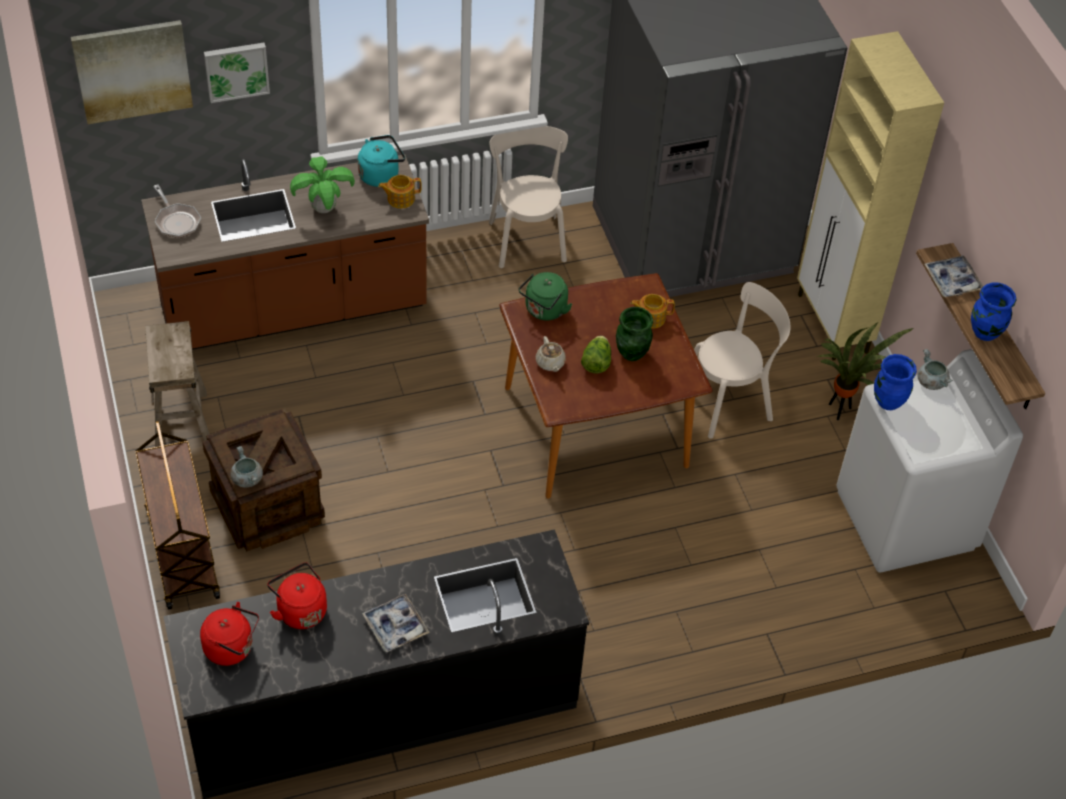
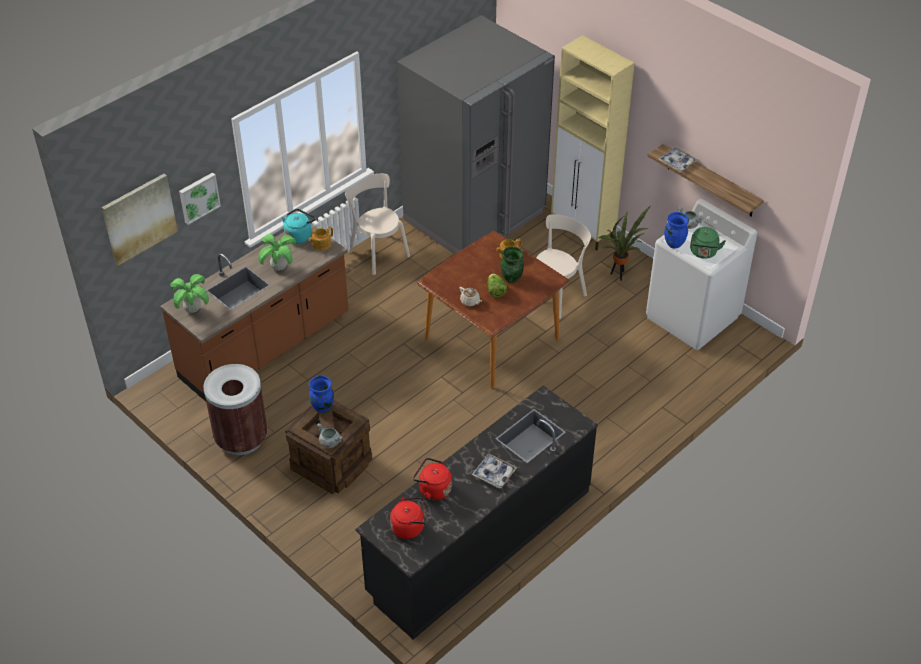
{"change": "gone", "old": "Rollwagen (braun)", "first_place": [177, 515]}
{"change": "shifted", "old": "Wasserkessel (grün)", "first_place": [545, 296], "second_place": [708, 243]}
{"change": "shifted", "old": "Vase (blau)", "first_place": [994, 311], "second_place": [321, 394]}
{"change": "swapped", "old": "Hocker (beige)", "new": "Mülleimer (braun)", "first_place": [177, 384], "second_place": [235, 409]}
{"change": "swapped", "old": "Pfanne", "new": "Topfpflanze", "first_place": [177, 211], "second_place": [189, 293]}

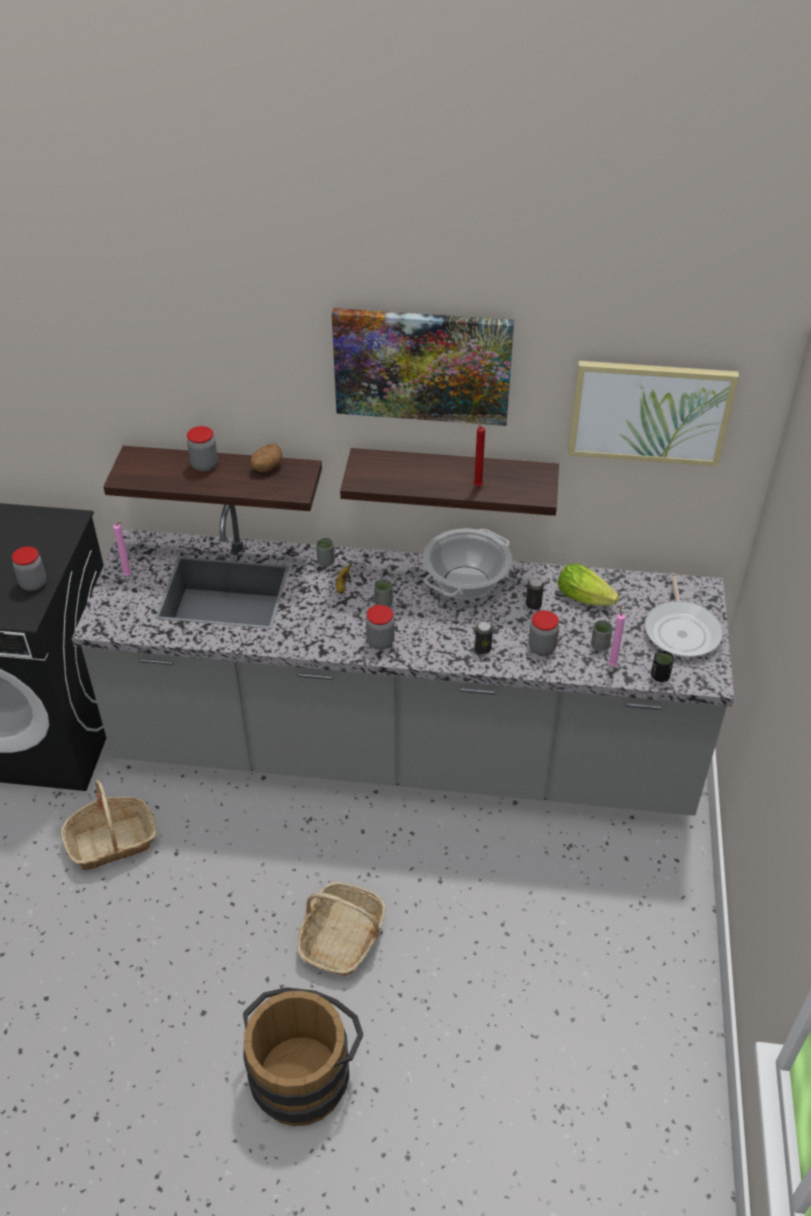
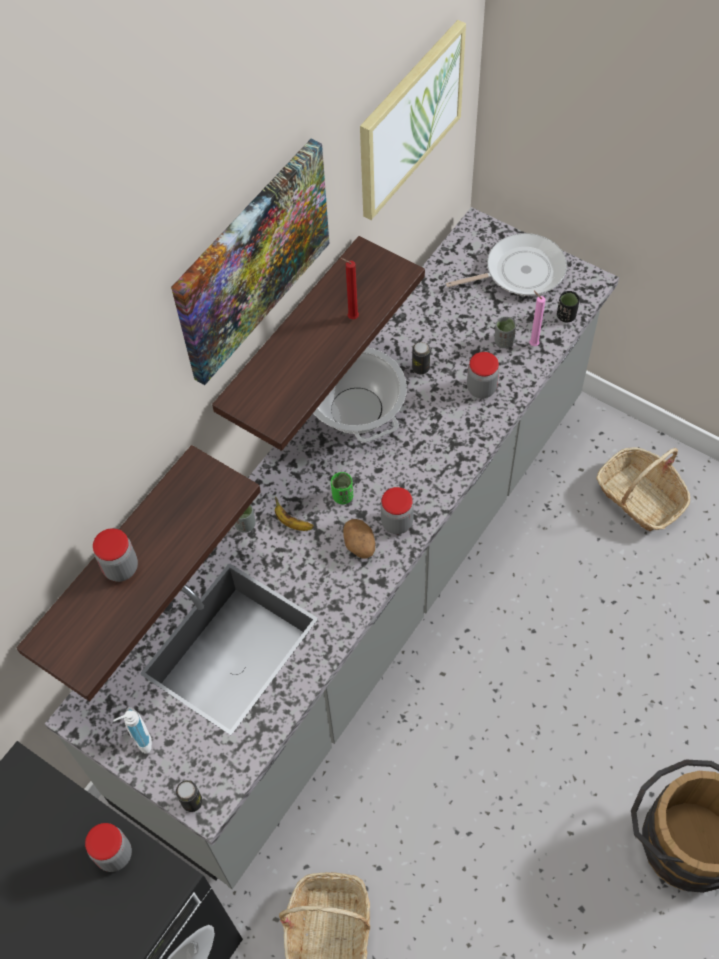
{"change": "gone", "old": "Salatkopf", "first_place": [588, 584]}
{"change": "shifted", "old": "Kartoffel", "first_place": [266, 457], "second_place": [359, 539]}
{"change": "shifted", "old": "Korb", "first_place": [342, 929], "second_place": [643, 489]}
{"change": "shifted", "old": "Dose", "first_place": [484, 638], "second_place": [189, 796]}
{"change": "swapped", "old": "Kerze (rosa)", "new": "Seifenspender", "first_place": [122, 549], "second_place": [132, 730]}
{"change": "repainted", "old": "Tasse (grau)", "new": "Tasse (grün)", "first_place": [383, 593], "second_place": [342, 488]}
{"change": "rotated", "old": "Pfanne", "first_place": [684, 615], "second_place": [506, 264], "degrees": -45}

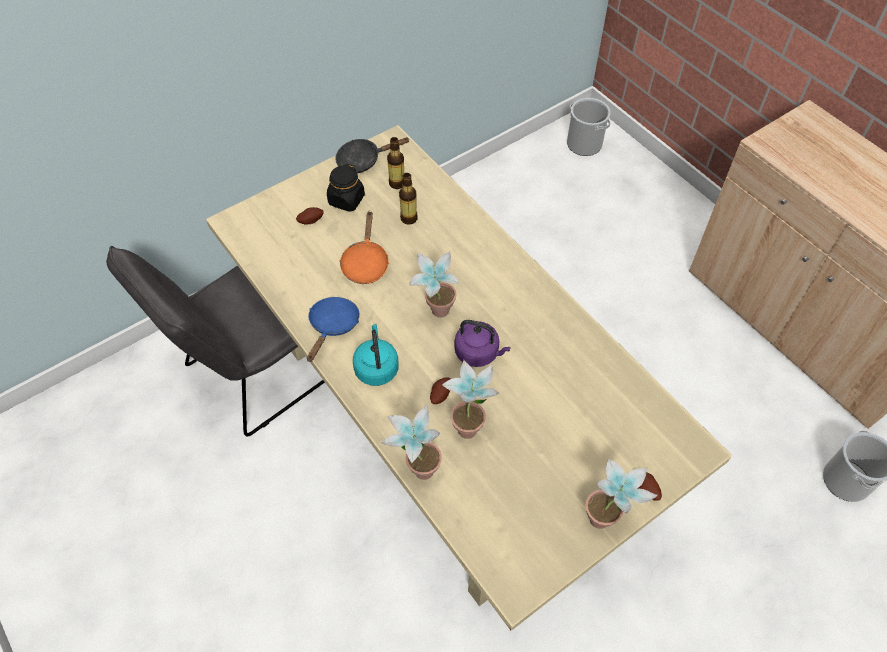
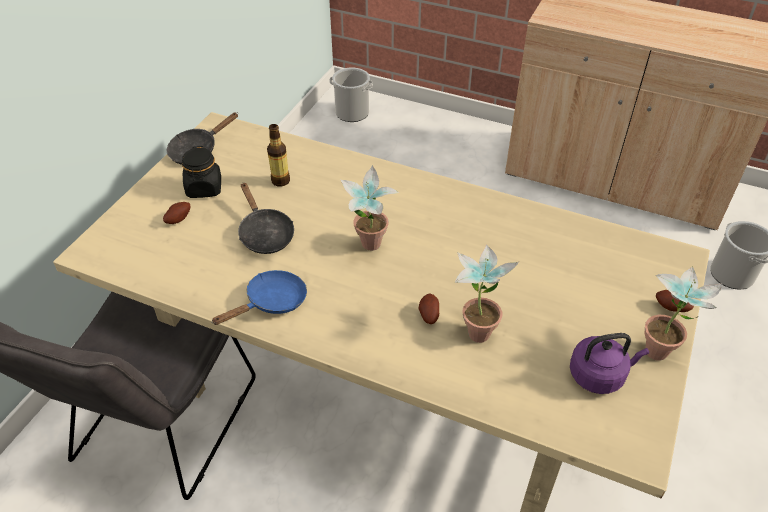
{"change": "gone", "old": "Wasserkessel (türkis)", "first_place": [376, 355]}
{"change": "gone", "old": "Topfpflanze", "first_place": [411, 442]}
{"change": "gone", "old": "Flasche", "first_place": [395, 163]}
{"change": "shifted", "old": "Wasserkessel (lila)", "first_place": [482, 343], "second_place": [609, 363]}
{"change": "repainted", "old": "Pfanne (orange)", "new": "Pfanne (schwarz)", "first_place": [364, 247], "second_place": [266, 218]}
{"change": "rotated", "old": "Pfanne (blau)", "first_place": [333, 329], "second_place": [259, 297], "degrees": 60}

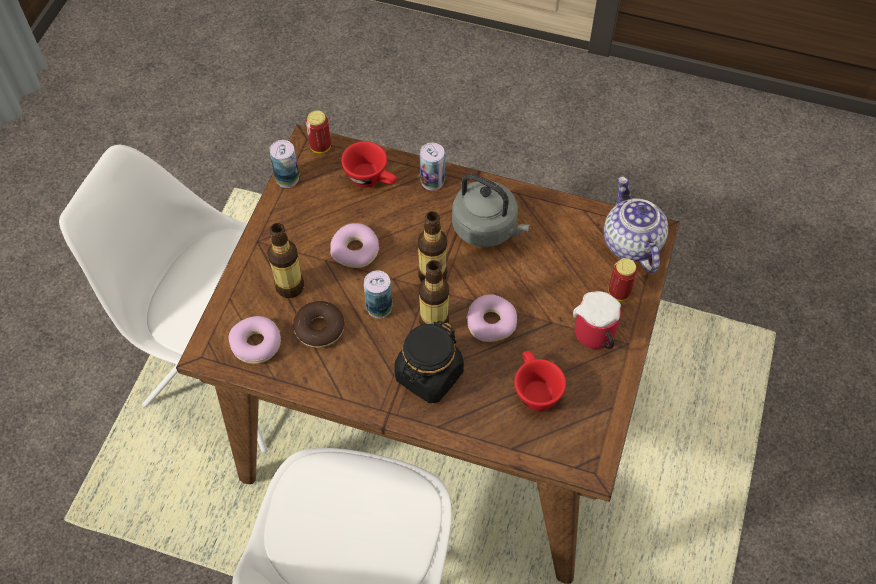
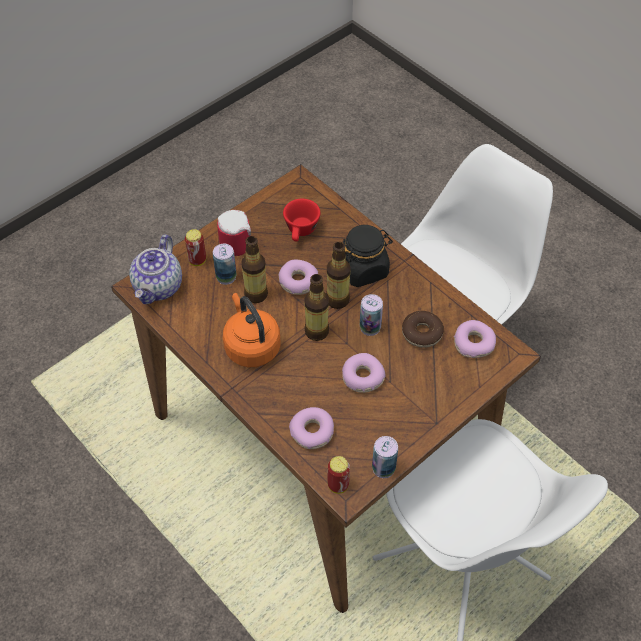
{"change": "shifted", "old": "Flasche", "first_place": [285, 260], "second_place": [254, 269]}
{"change": "shifted", "old": "Dose", "first_place": [432, 167], "second_place": [224, 264]}
{"change": "swapped", "old": "Tasse (rot)", "new": "Donut", "first_place": [369, 164], "second_place": [311, 428]}
{"change": "repainted", "old": "Wasserkessel (grau)", "new": "Wasserkessel (orange)", "first_place": [491, 210], "second_place": [251, 330]}

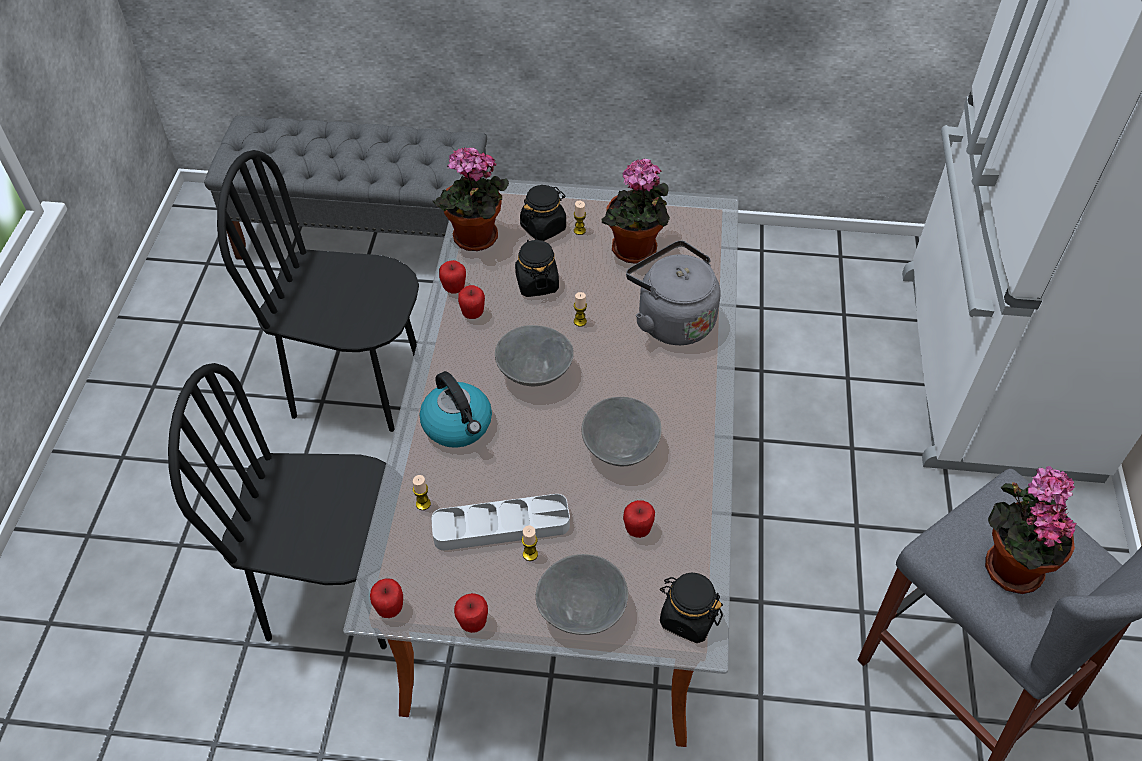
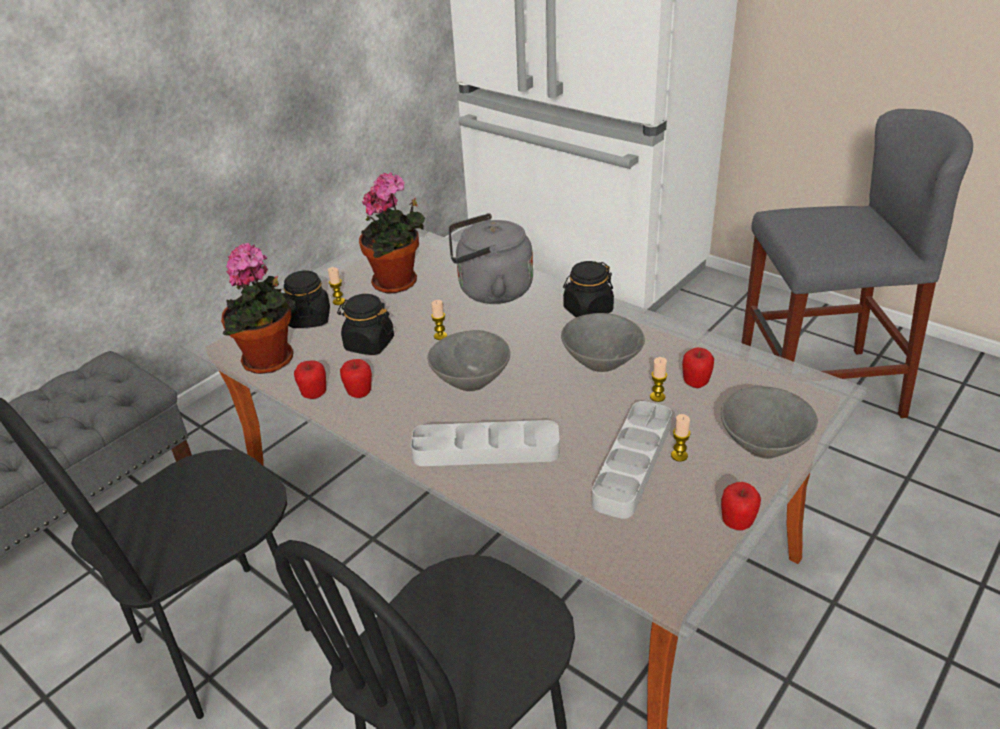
{"change": "gone", "old": "Apfel", "first_place": [386, 598]}
{"change": "gone", "old": "Topfpflanze", "first_place": [1030, 530]}
{"change": "shifted", "old": "Kerze", "first_place": [422, 492], "second_place": [658, 379]}
{"change": "shifted", "old": "Vorratsglas (schwarz)", "first_place": [691, 608], "second_place": [588, 289]}
{"change": "swapped", "old": "Wasserkessel", "new": "Tablett (grau)", "first_place": [456, 409], "second_place": [485, 443]}

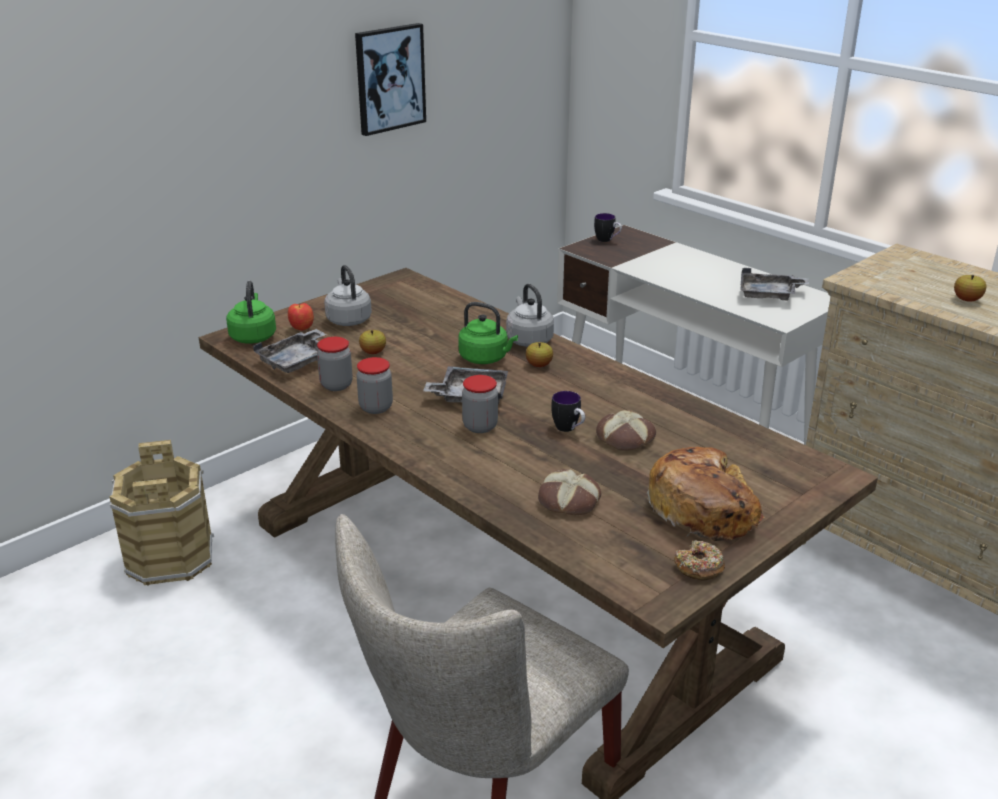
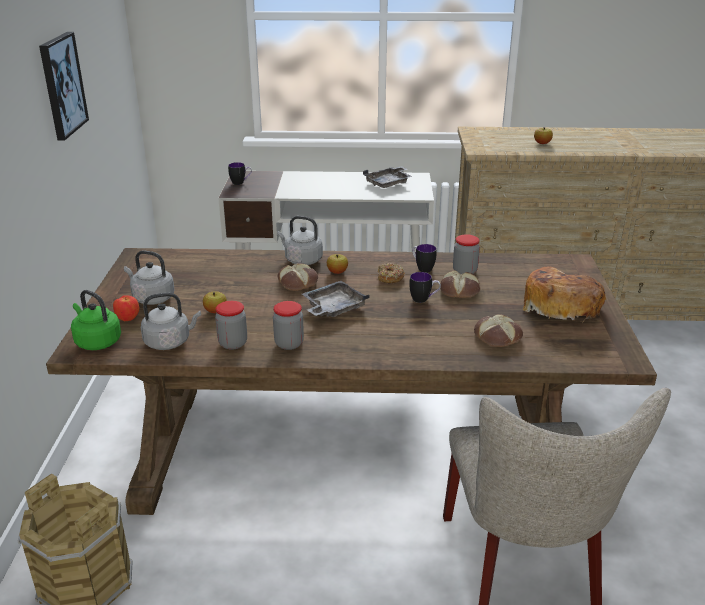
{"change": "new", "new": "Henkelbecher", "second_place": [424, 258]}
{"change": "shifted", "old": "Vorratsglas", "first_place": [480, 404], "second_place": [466, 254]}
{"change": "shifted", "old": "Donut", "first_place": [699, 560], "second_place": [391, 273]}
{"change": "swapped", "old": "Tablett (grau)", "new": "Wasserkessel (grau)", "first_place": [290, 351], "second_place": [171, 321]}
{"change": "swapped", "old": "Wasserkessel (grün)", "new": "Brot", "first_place": [488, 333], "second_place": [298, 277]}

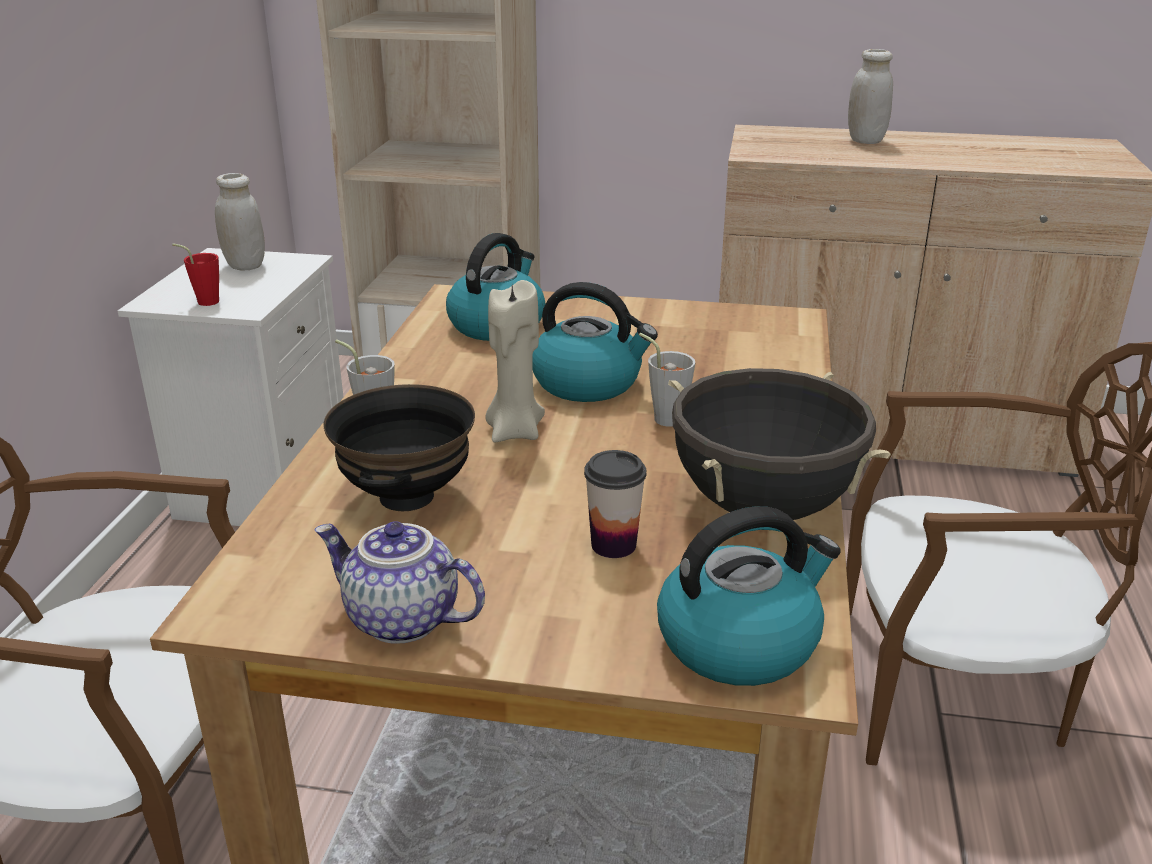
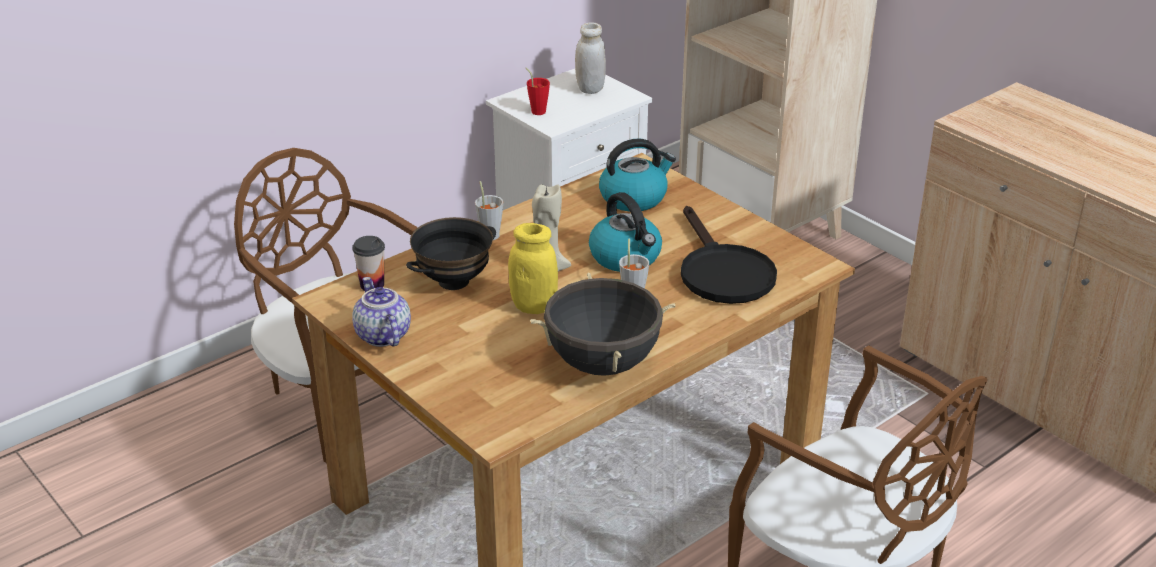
{"change": "gone", "old": "Wasserkessel", "first_place": [749, 596]}
{"change": "gone", "old": "Vorratsglas (weiß)", "first_place": [870, 96]}
{"change": "new", "new": "Vorratsglas (gelb)", "second_place": [533, 268]}
{"change": "new", "new": "Pfanne (schwarz)", "second_place": [729, 255]}
{"change": "shifted", "old": "Tasse", "first_place": [615, 504], "second_place": [368, 263]}

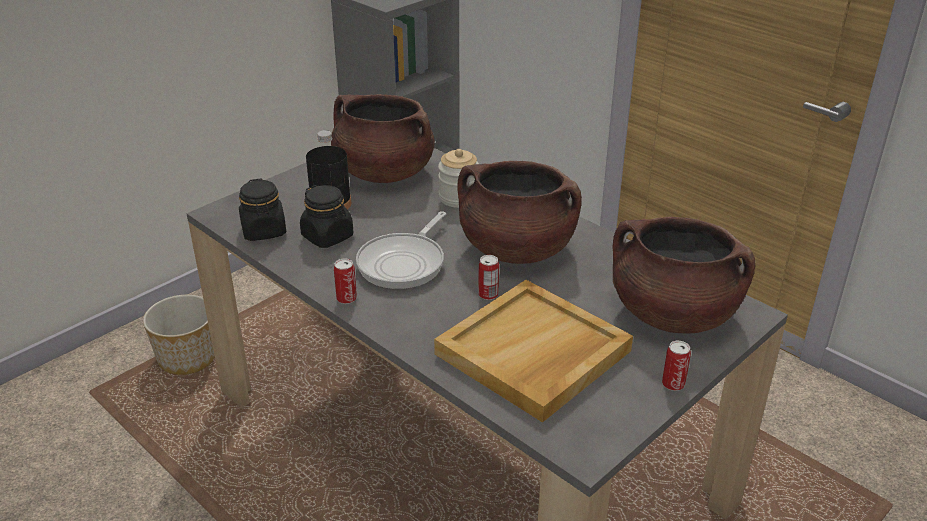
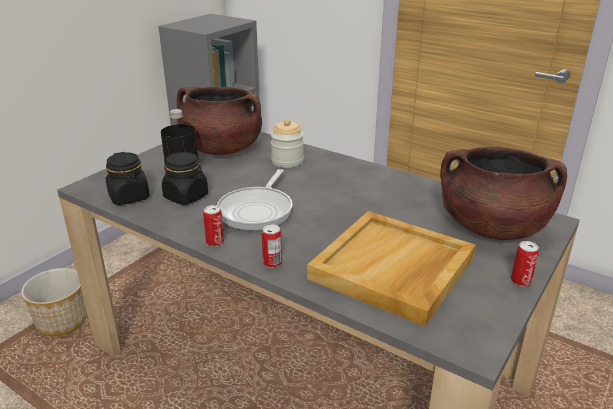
{"change": "gone", "old": "Kochtopf (braun)", "first_place": [520, 212]}
{"change": "shifted", "old": "Dose", "first_place": [488, 277], "second_place": [272, 246]}

